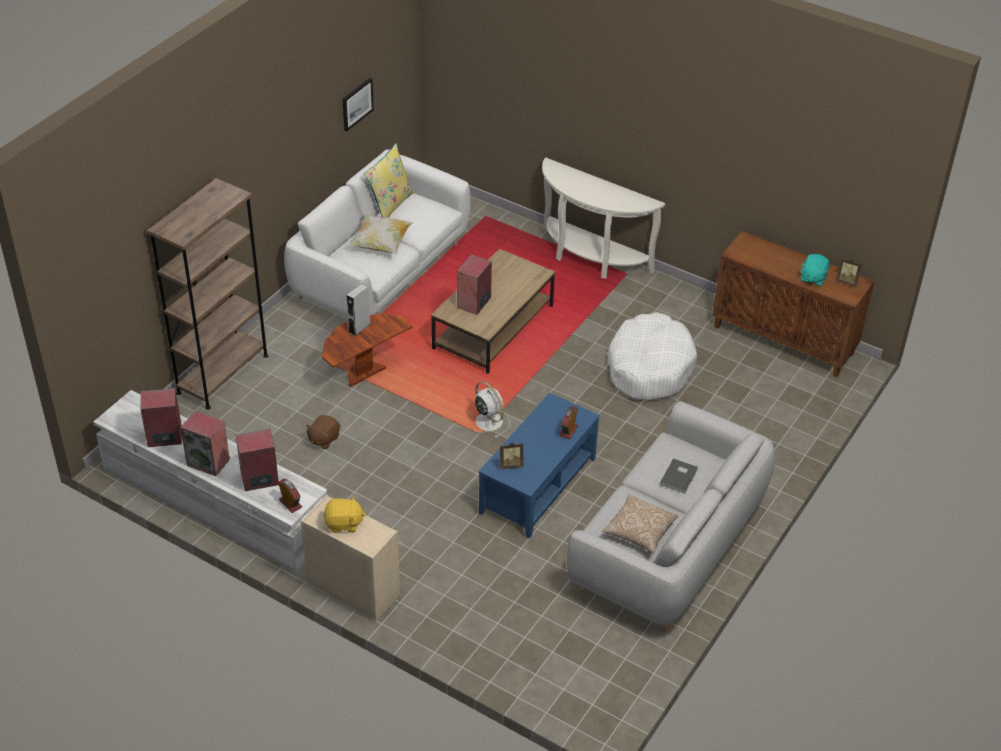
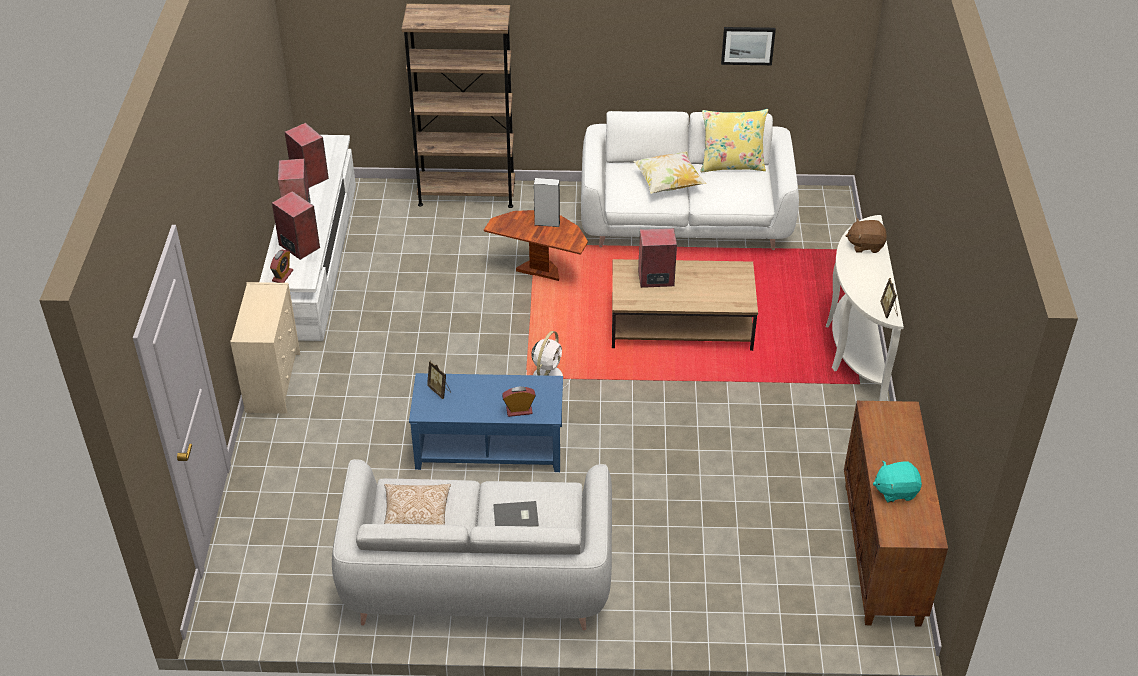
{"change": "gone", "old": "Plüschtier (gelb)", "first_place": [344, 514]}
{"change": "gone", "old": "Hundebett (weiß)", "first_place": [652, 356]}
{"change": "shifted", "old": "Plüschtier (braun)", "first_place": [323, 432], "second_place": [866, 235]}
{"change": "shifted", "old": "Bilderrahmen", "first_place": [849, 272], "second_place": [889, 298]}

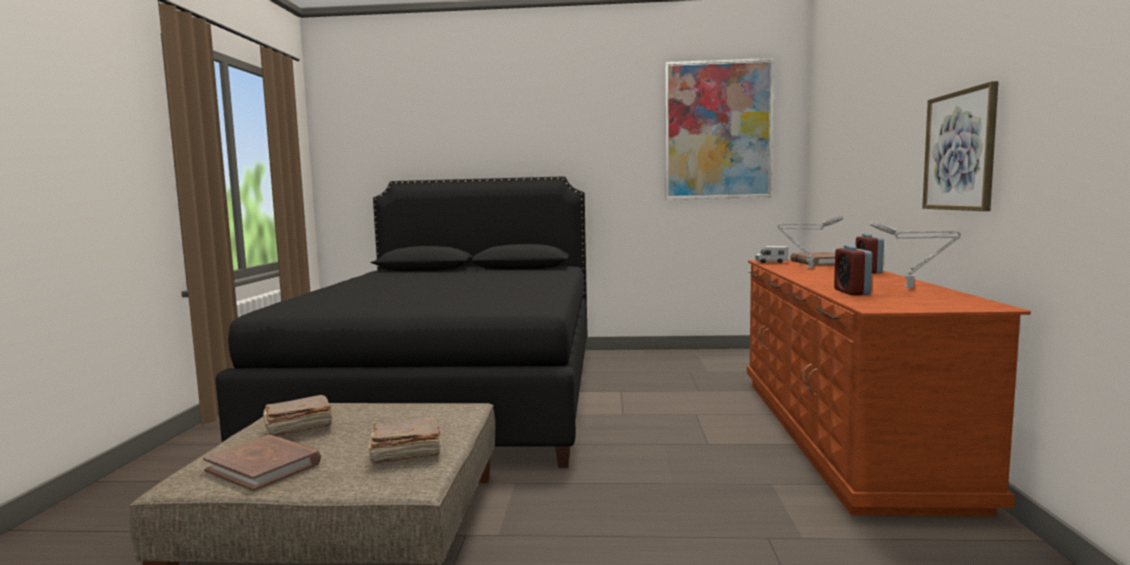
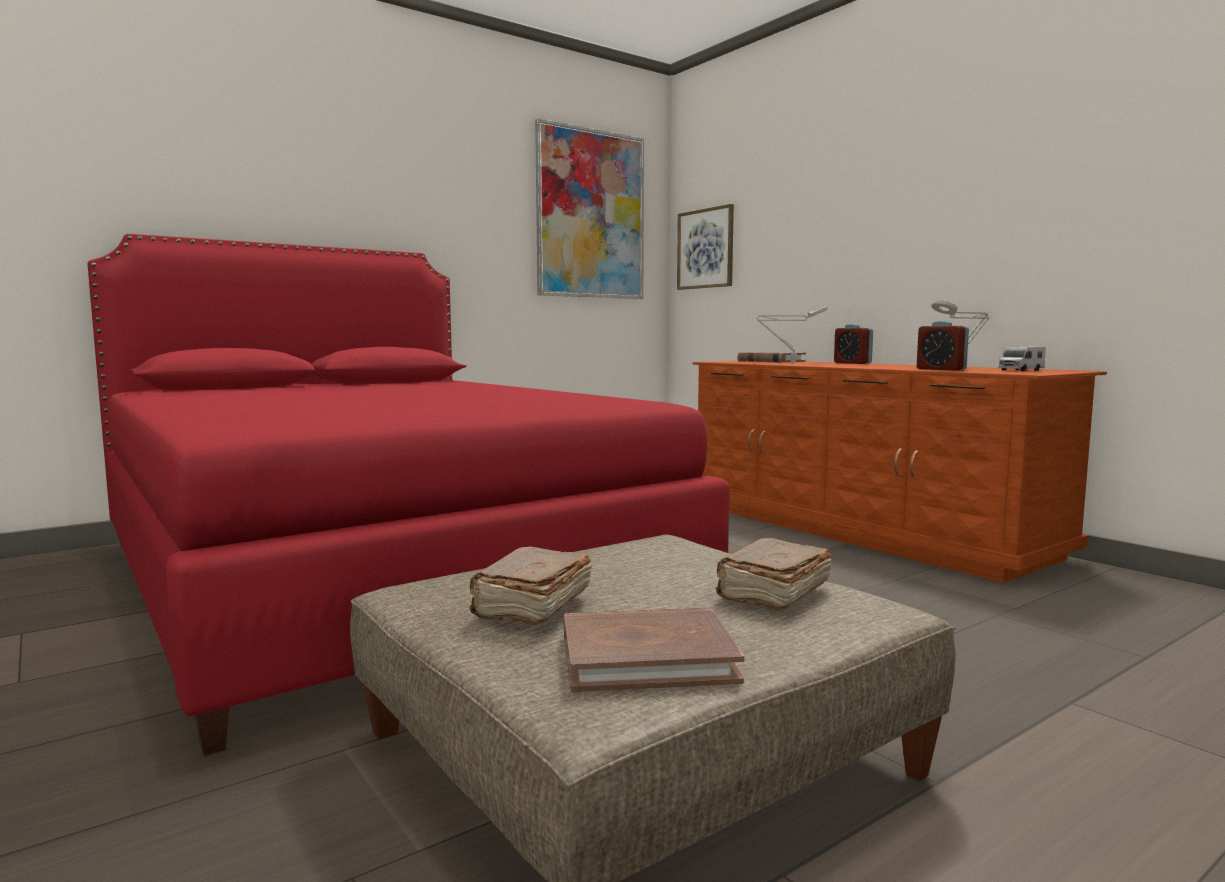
{"change": "shifted", "old": "Spielzeuglaster", "first_place": [771, 254], "second_place": [1022, 358]}
{"change": "shifted", "old": "Bild", "first_place": [960, 146], "second_place": [705, 247]}
{"change": "repainted", "old": "Bett (schwarz)", "new": "Bett (rot)", "first_place": [401, 322], "second_place": [408, 495]}

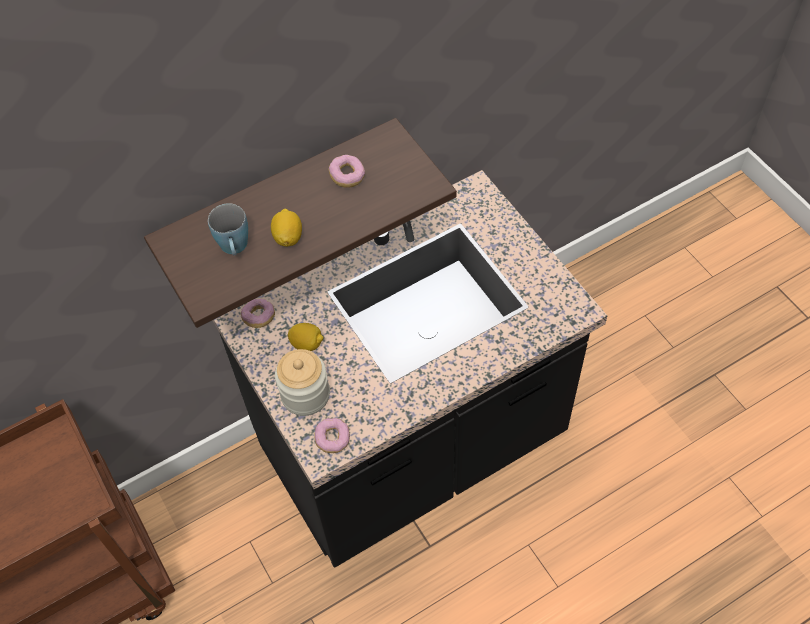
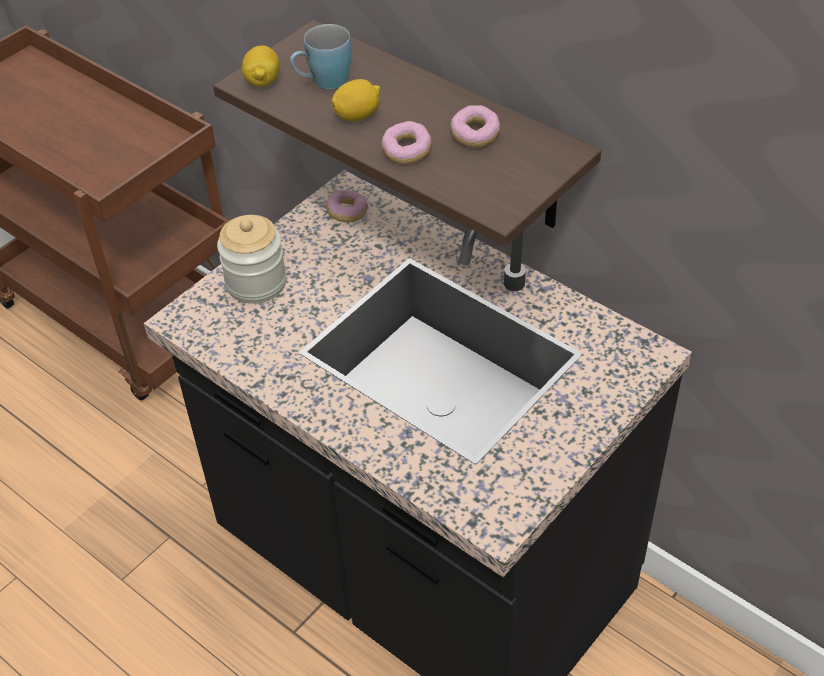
{"change": "shifted", "old": "Zitrone", "first_place": [305, 337], "second_place": [261, 66]}
{"change": "shifted", "old": "Donut", "first_place": [332, 435], "second_place": [406, 142]}

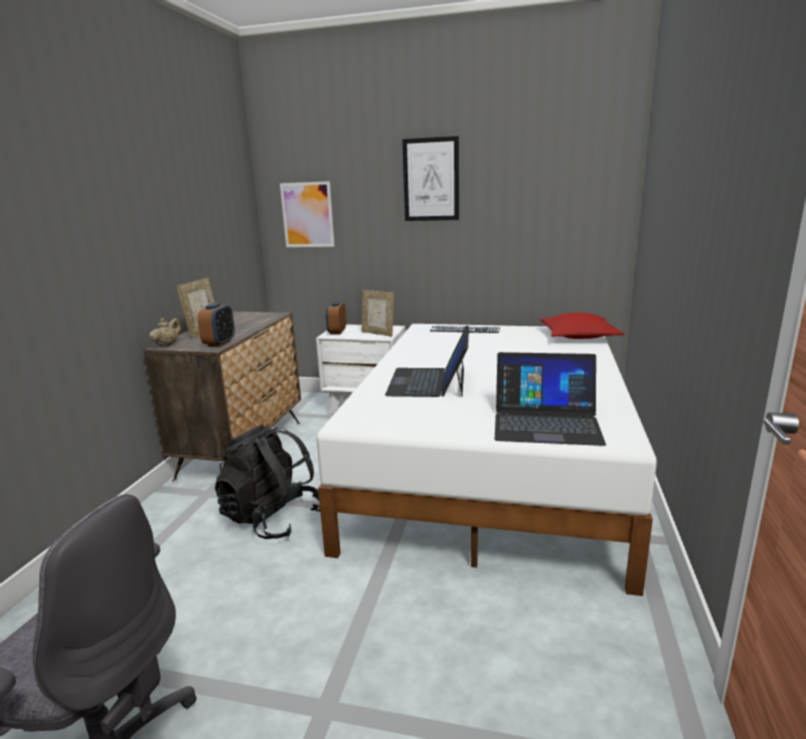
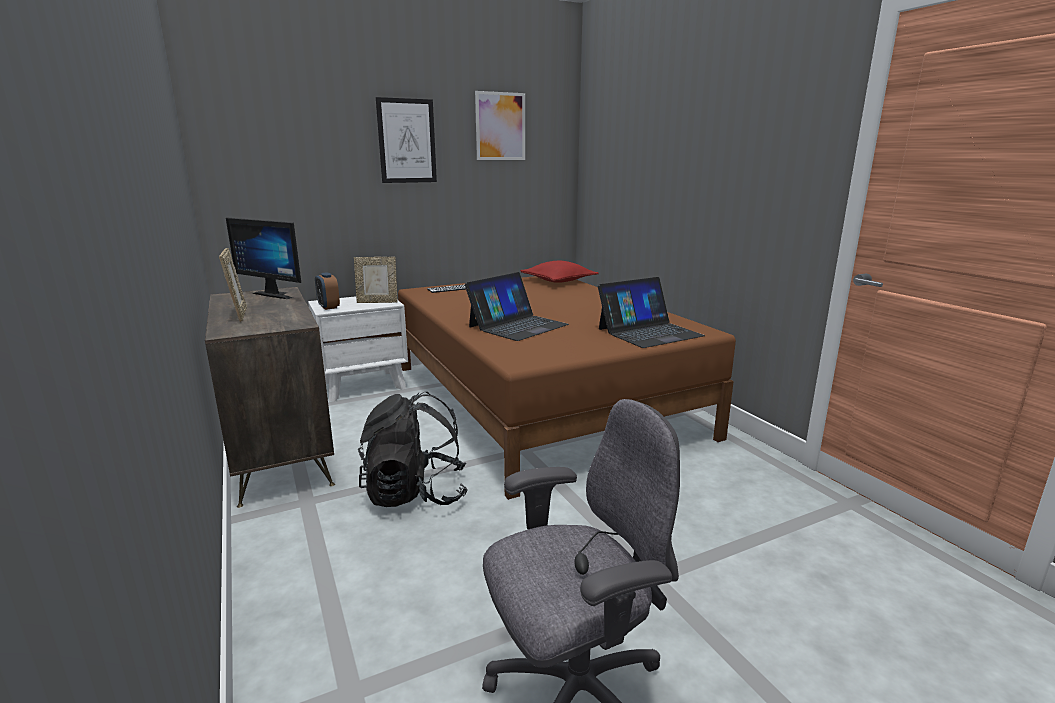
{"change": "gone", "old": "Teekanne (beige)", "first_place": [165, 332]}
{"change": "gone", "old": "Wecker", "first_place": [216, 325]}
{"change": "new", "new": "Monitor", "second_place": [263, 258]}
{"change": "shifted", "old": "Bild", "first_place": [307, 214], "second_place": [500, 125]}
{"change": "repainted", "old": "Bett (weiß)", "new": "Bett (braun)", "first_place": [486, 460], "second_place": [567, 388]}
{"change": "rotated", "old": "Laptop", "first_place": [427, 361], "second_place": [517, 306], "degrees": -105}

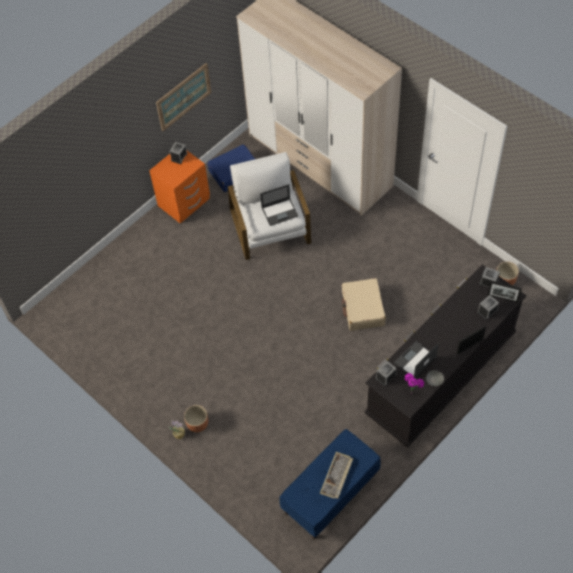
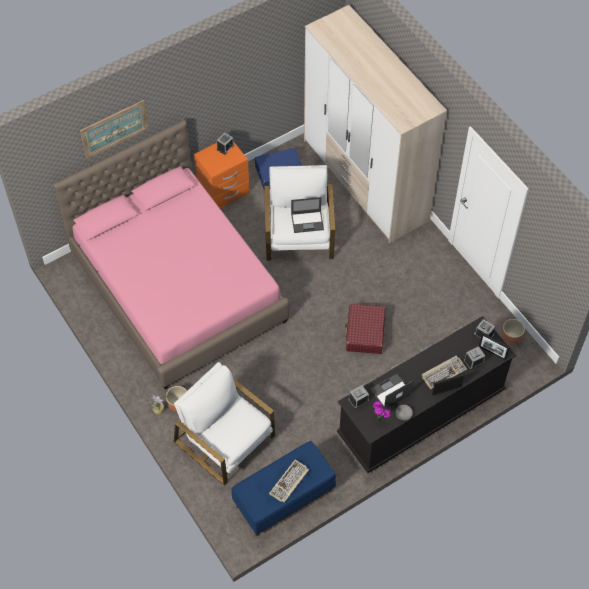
{"change": "new", "new": "Bett (rosa)", "second_place": [171, 255]}
{"change": "new", "new": "Sessel (weiß)", "second_place": [224, 424]}
{"change": "new", "new": "Tastatur", "second_place": [444, 372]}
{"change": "shifted", "old": "Bild", "first_place": [184, 97], "second_place": [114, 129]}
{"change": "repainted", "old": "Koffer (beige)", "new": "Koffer (rot)", "first_place": [364, 304], "second_place": [365, 329]}

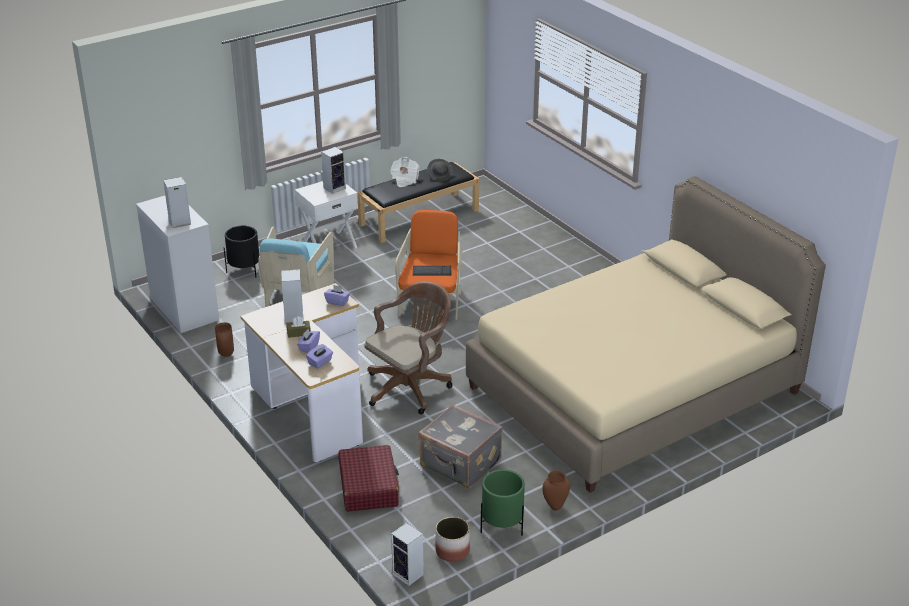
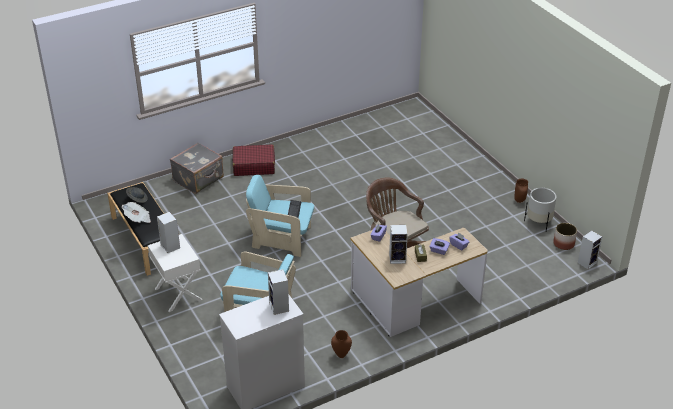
{"change": "gone", "old": "Pflanzkübel (schwarz)", "first_place": [241, 252]}
{"change": "gone", "old": "Bett (beige)", "first_place": [646, 334]}
{"change": "shifted", "old": "Koffer (rot)", "first_place": [368, 478], "second_place": [254, 160]}
{"change": "shifted", "old": "Koffer (grau)", "first_place": [460, 446], "second_place": [197, 168]}
{"change": "repainted", "old": "Sessel (orange)", "new": "Sessel (türkis)", "first_place": [428, 265], "second_place": [280, 216]}
{"change": "repainted", "old": "Pflanzkübel (grün)", "new": "Pflanzkübel (weiß)", "first_place": [503, 503], "second_place": [540, 209]}

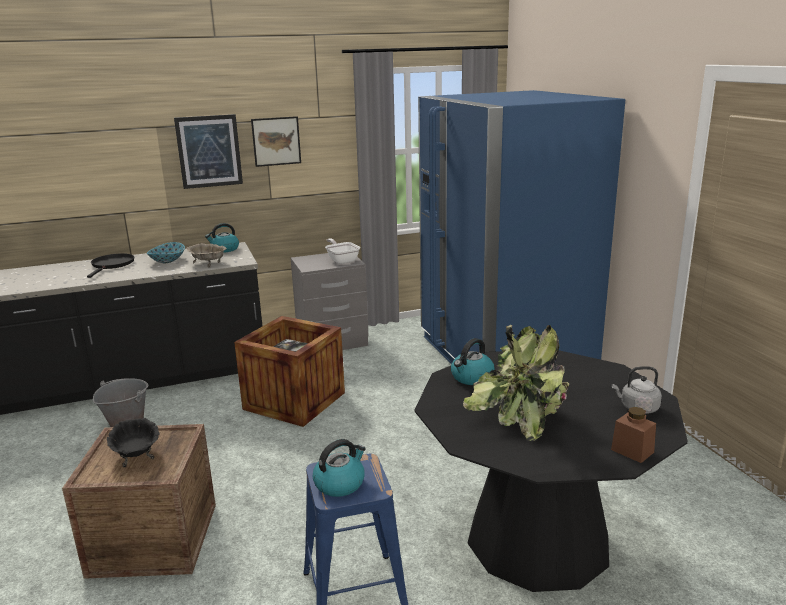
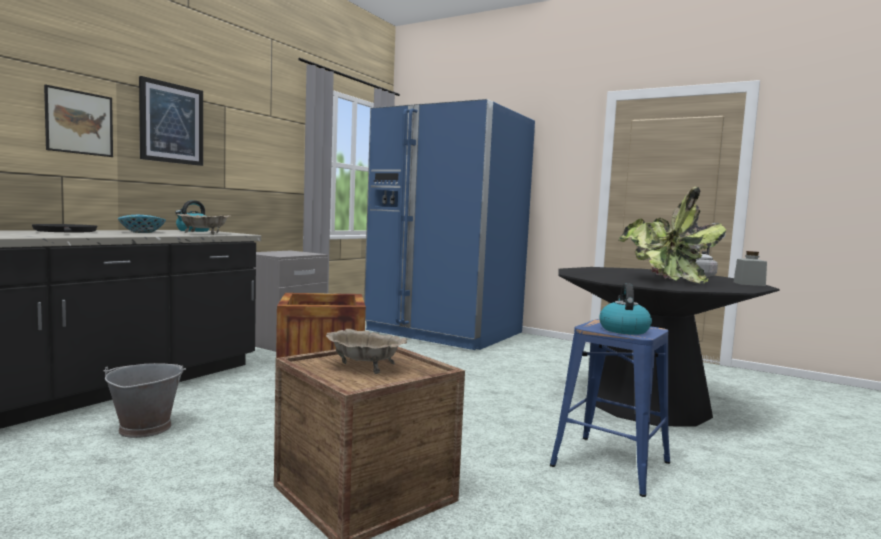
{"change": "gone", "old": "Pfanne", "first_place": [342, 251]}
{"change": "gone", "old": "Wasserkessel", "first_place": [473, 361]}
{"change": "shifted", "old": "Bild", "first_place": [276, 141], "second_place": [78, 121]}
{"change": "repainted", "old": "Schüssel (schwarz)", "new": "Schüssel (beige)", "first_place": [133, 442], "second_place": [367, 351]}
{"change": "repainted", "old": "Vorratsglas (braun)", "new": "Vorratsglas (grau)", "first_place": [633, 435], "second_place": [750, 268]}

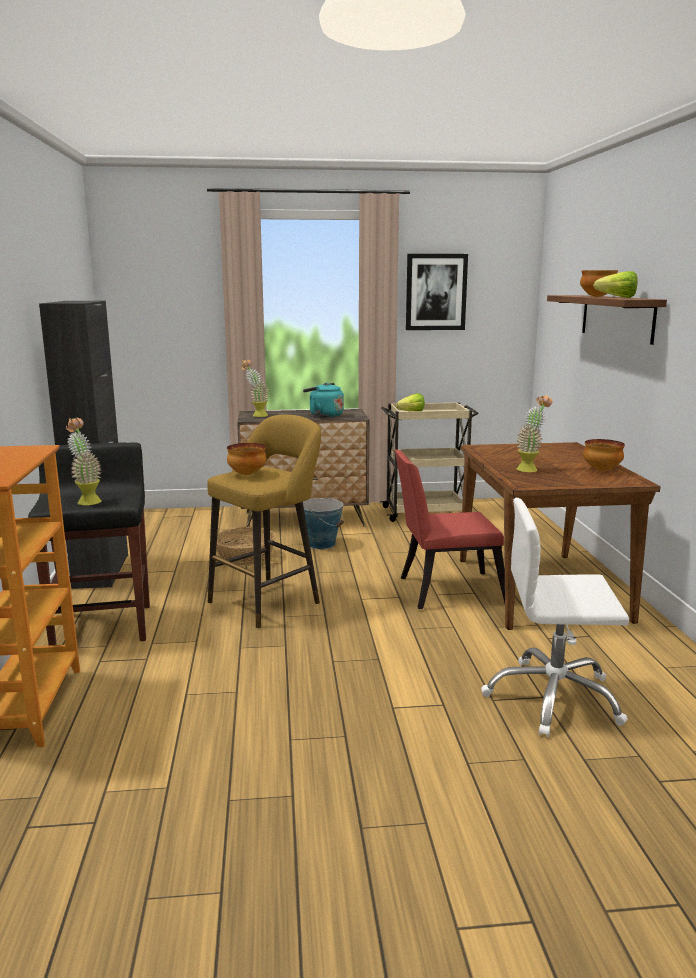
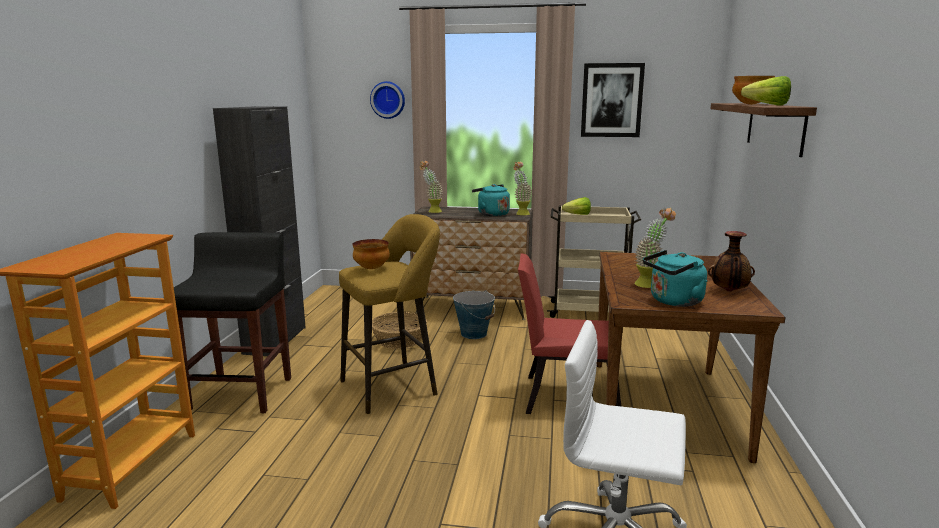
{"change": "new", "new": "Wanduhr", "second_place": [387, 100]}
{"change": "new", "new": "Wasserkessel (türkis)", "second_place": [675, 278]}
{"change": "shifted", "old": "Topfpflanze", "first_place": [83, 461], "second_place": [522, 188]}
{"change": "swapped", "old": "Schüssel", "new": "Vase", "first_place": [604, 455], "second_place": [731, 261]}

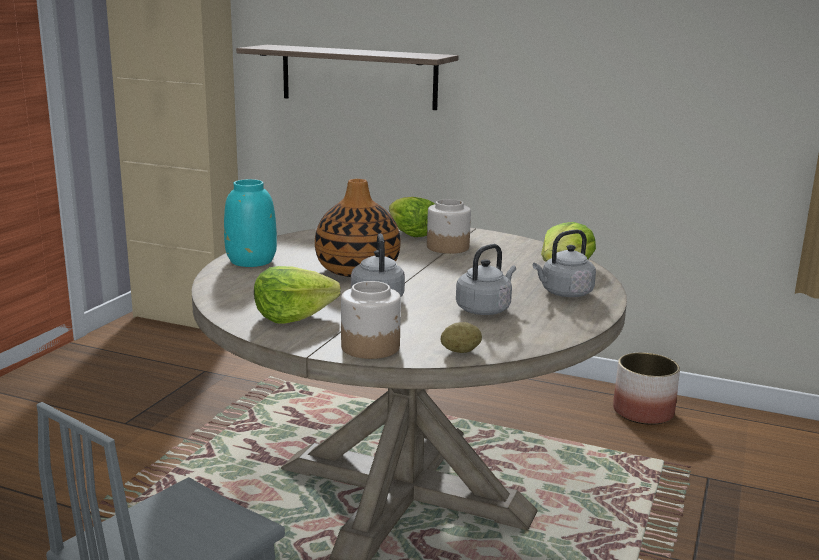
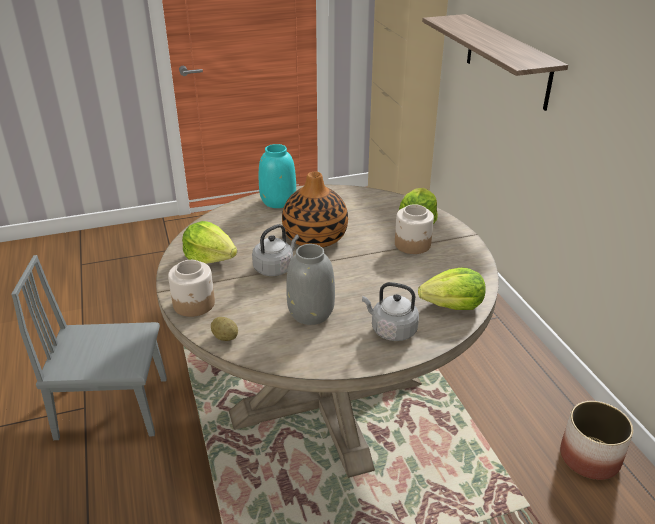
{"change": "swapped", "old": "Wasserkessel (grau)", "new": "Vase (grau)", "first_place": [486, 279], "second_place": [310, 284]}

